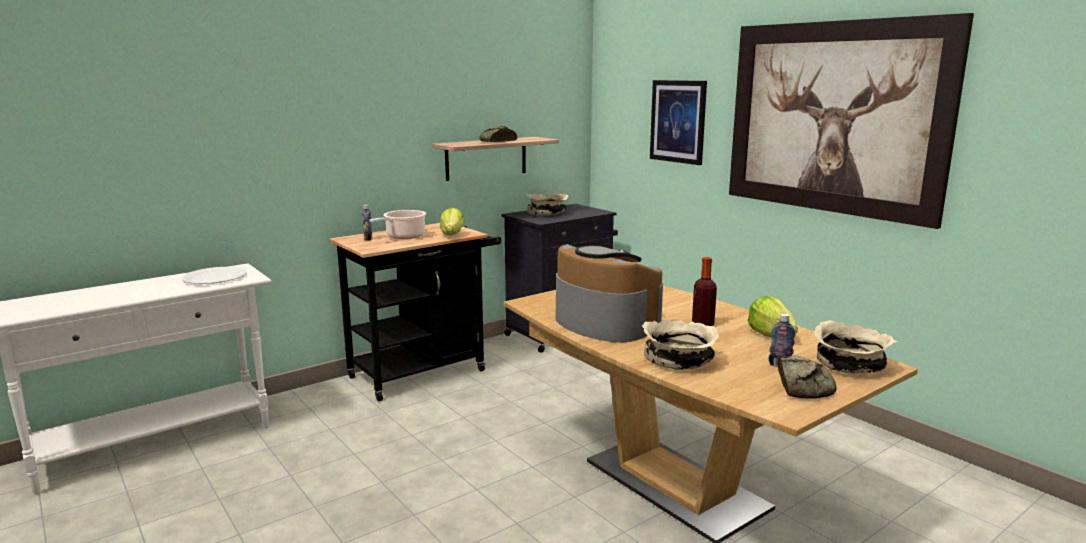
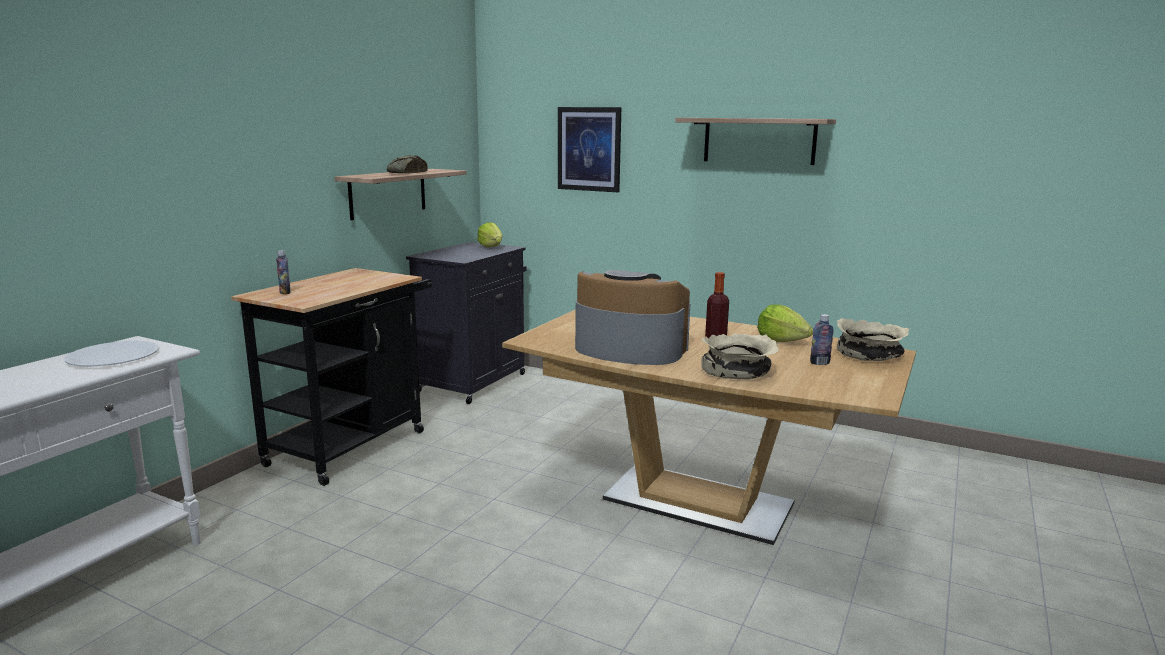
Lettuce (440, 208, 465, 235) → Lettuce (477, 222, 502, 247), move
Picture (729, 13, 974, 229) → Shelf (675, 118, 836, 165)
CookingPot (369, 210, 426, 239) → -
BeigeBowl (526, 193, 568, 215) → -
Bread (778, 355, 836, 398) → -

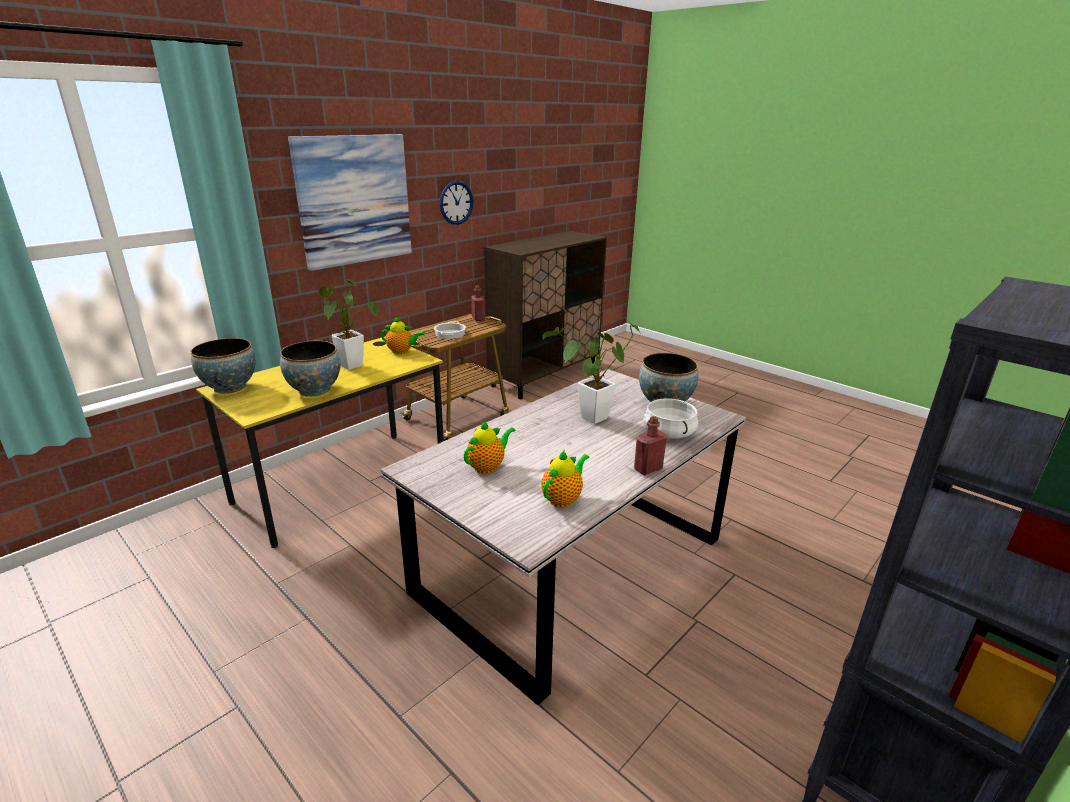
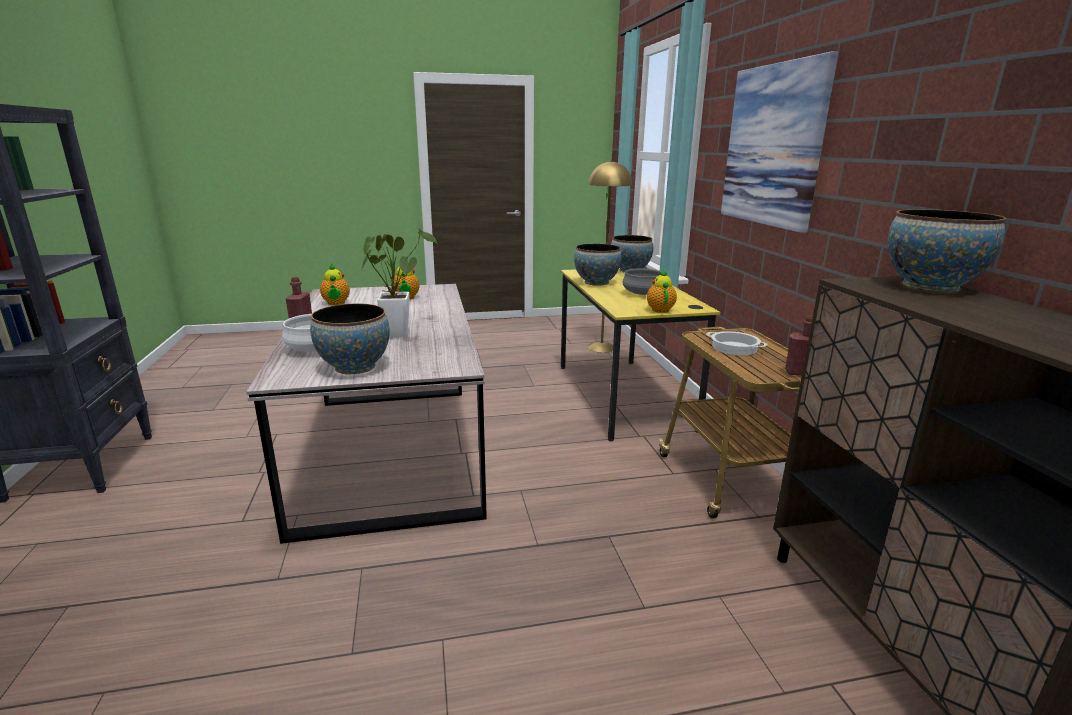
- → YellowFloorLamp (587, 160, 632, 353)
PottedPlant (313, 277, 379, 370) → GreyCookingPot (622, 268, 662, 295)
Teapot (381, 317, 425, 354) → Teapot (647, 269, 677, 313), 135 degrees clockwise
- → Bowl (888, 209, 1007, 292)
WallClock (440, 181, 473, 225) → -

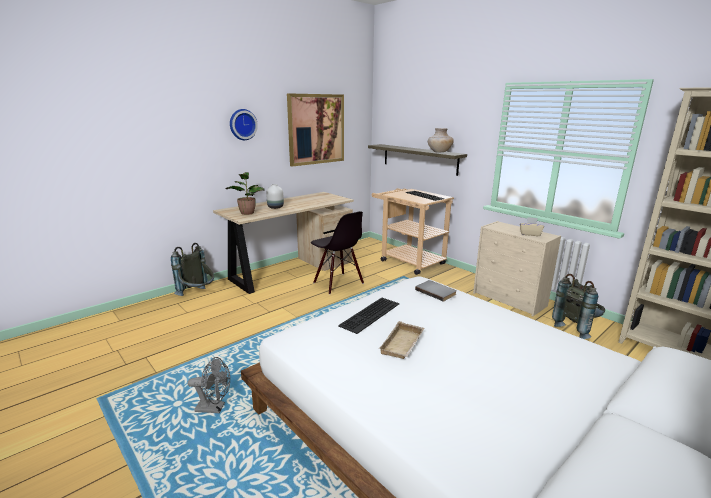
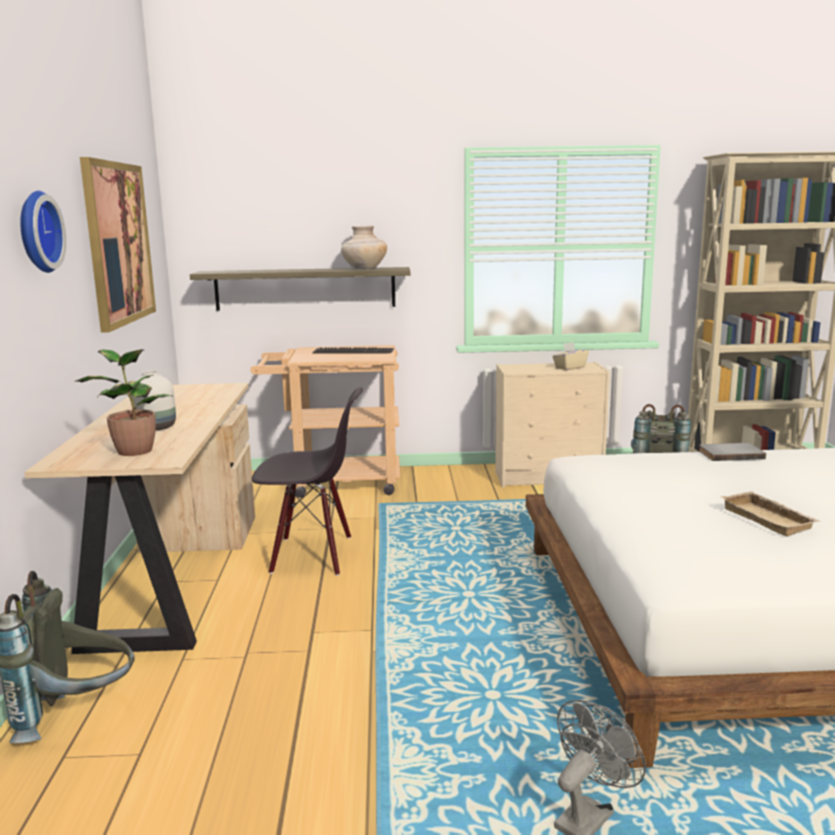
GreyBook (415, 280, 456, 302) → GreyBook (699, 443, 766, 461), move
Keyboard (338, 298, 399, 334) → -

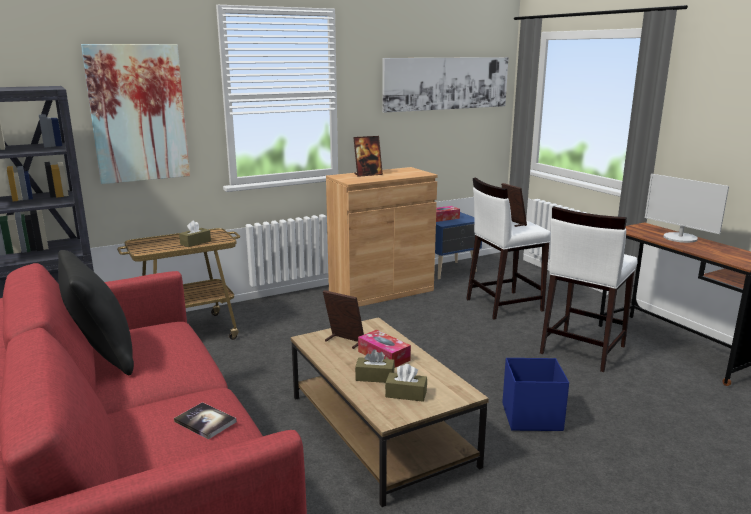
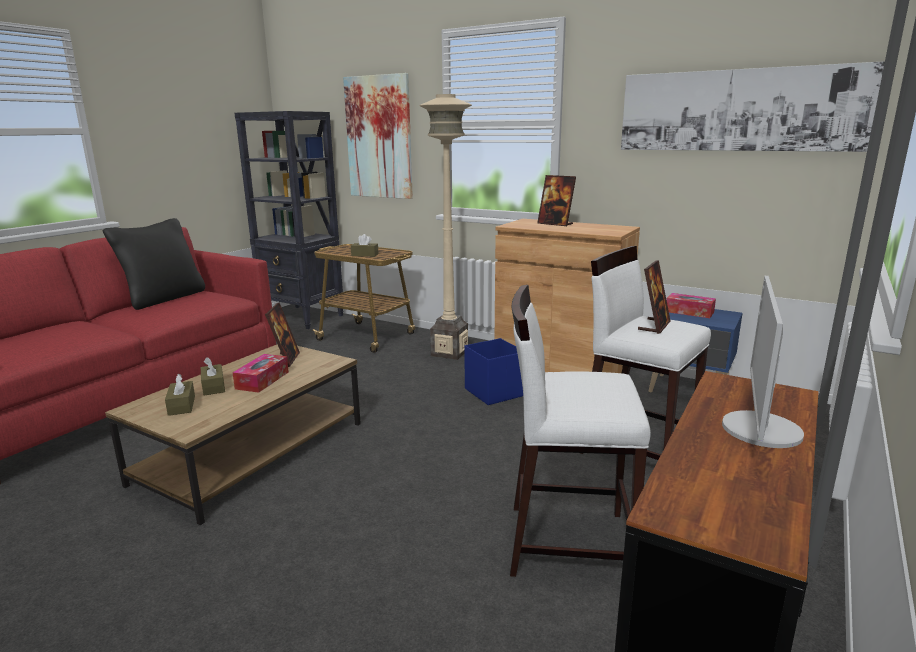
- → BeigeFloorLamp (419, 94, 472, 360)
BlueStorageBox (502, 358, 569, 431) → BlueStorageBox (464, 338, 523, 405), move
Book (174, 402, 237, 440) → -

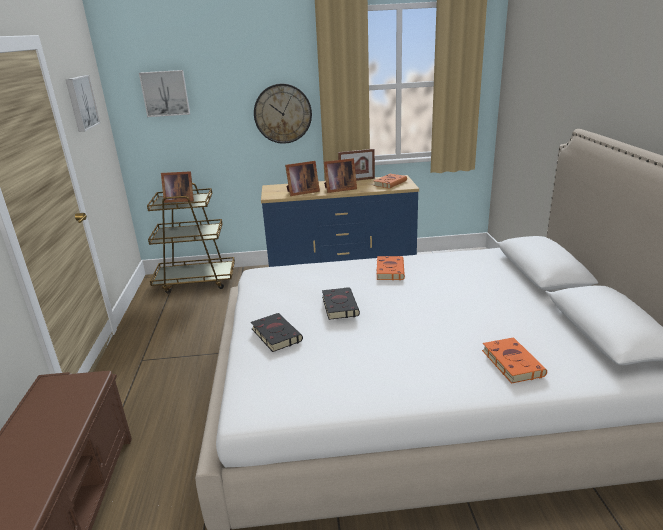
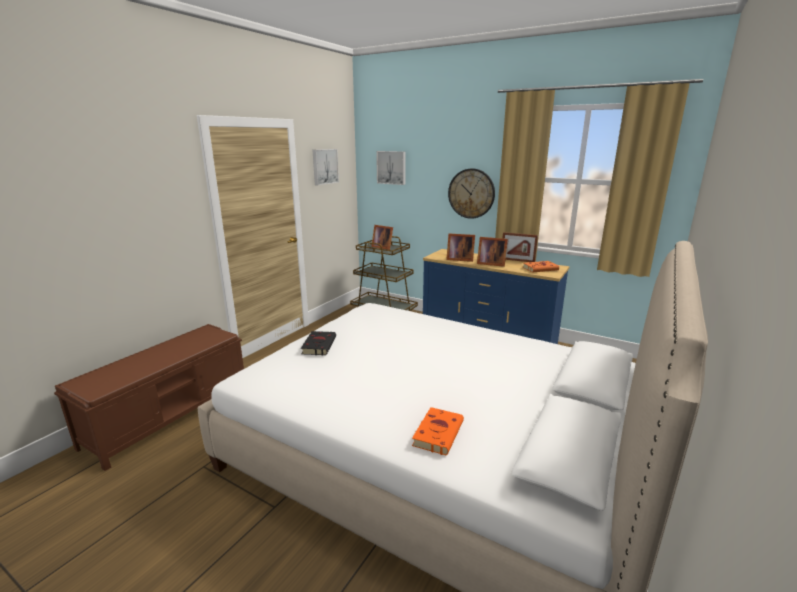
BlackBook (322, 287, 360, 320) → -
OrangeBook (376, 256, 405, 280) → -

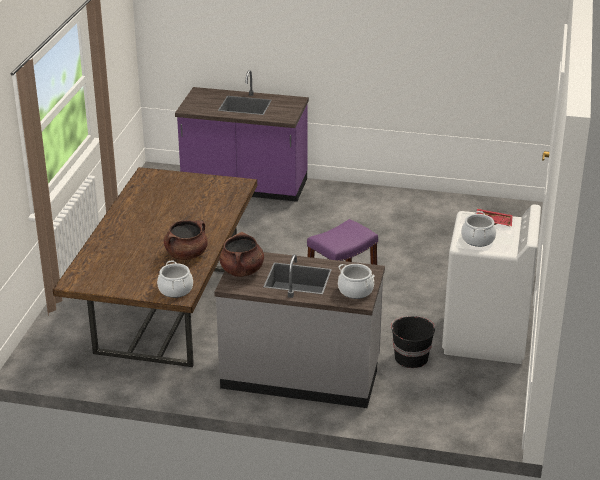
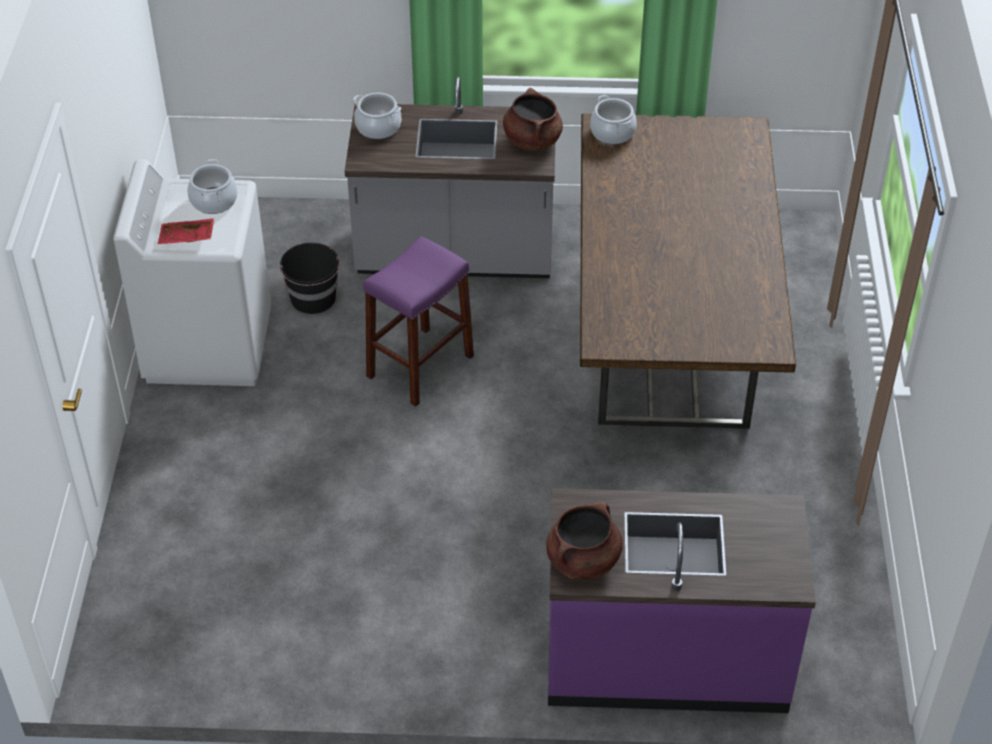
BrownCookingPot (164, 220, 208, 260) → BrownCookingPot (546, 502, 623, 580), move

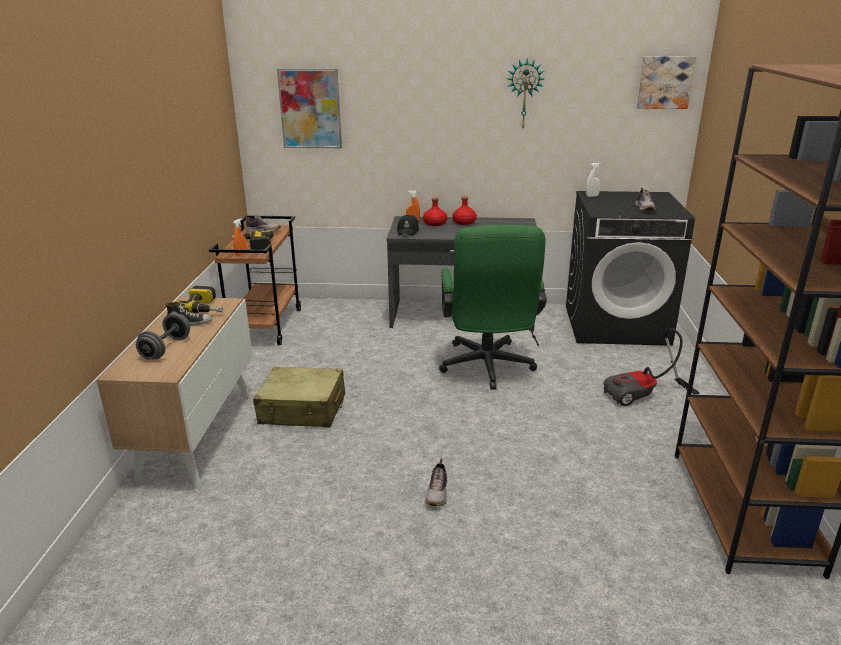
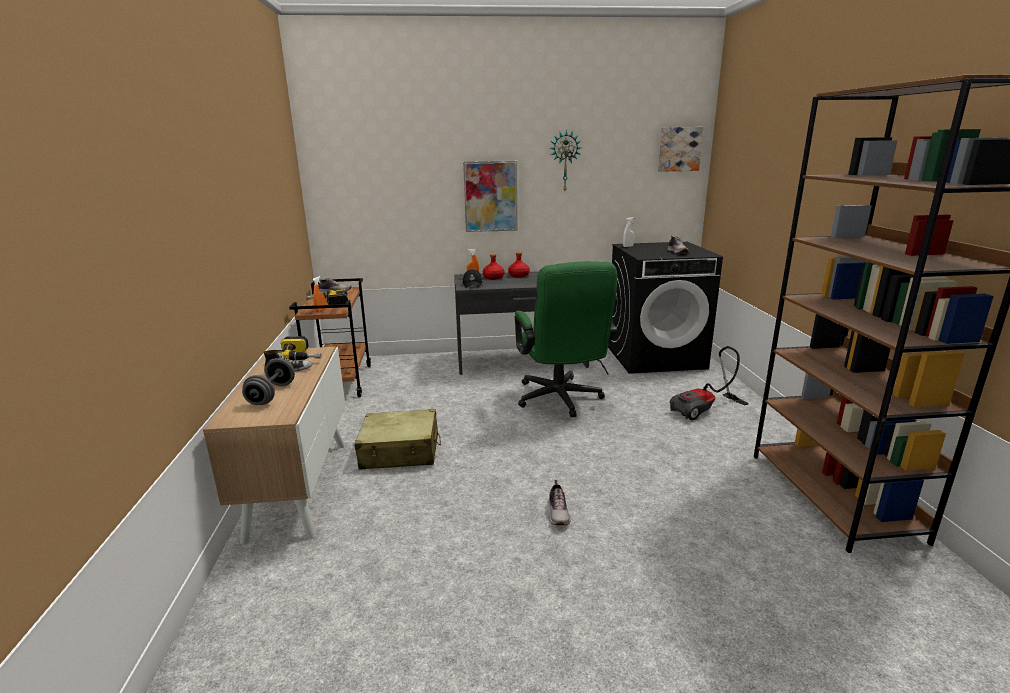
Picture (277, 68, 342, 148) → Picture (463, 161, 518, 232), move

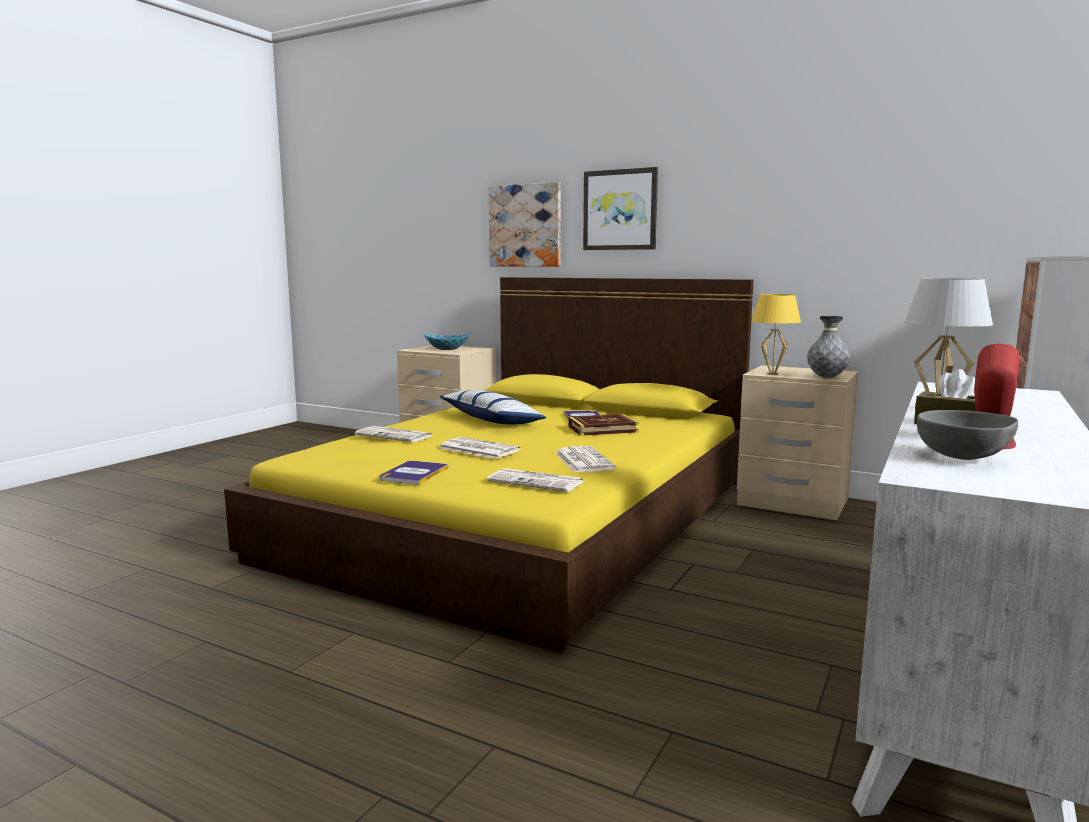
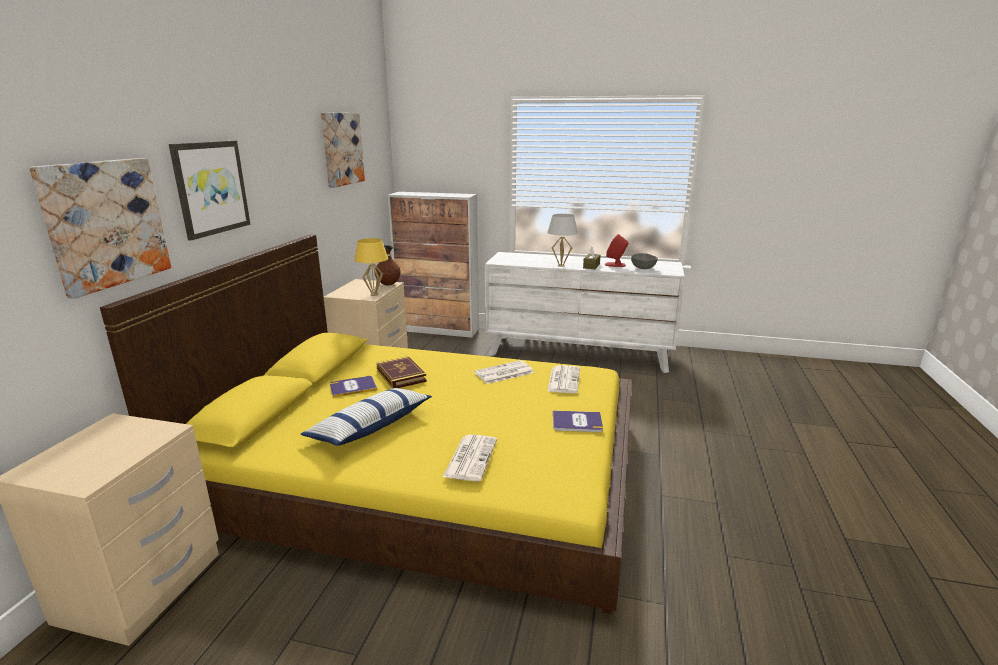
- → Picture (321, 112, 365, 188)
GreyVase (807, 316, 850, 378) → BrownVase (374, 245, 401, 286)
Bowl (424, 334, 470, 350) → -
Newspaper (439, 437, 520, 459) → -

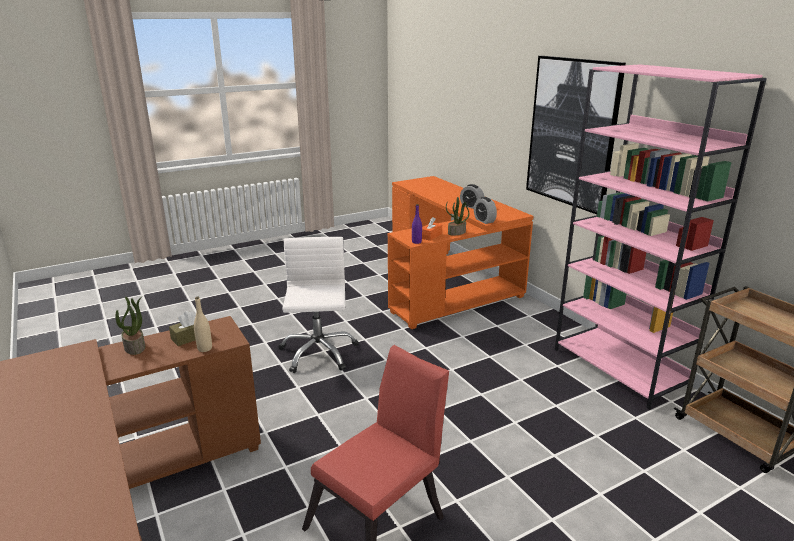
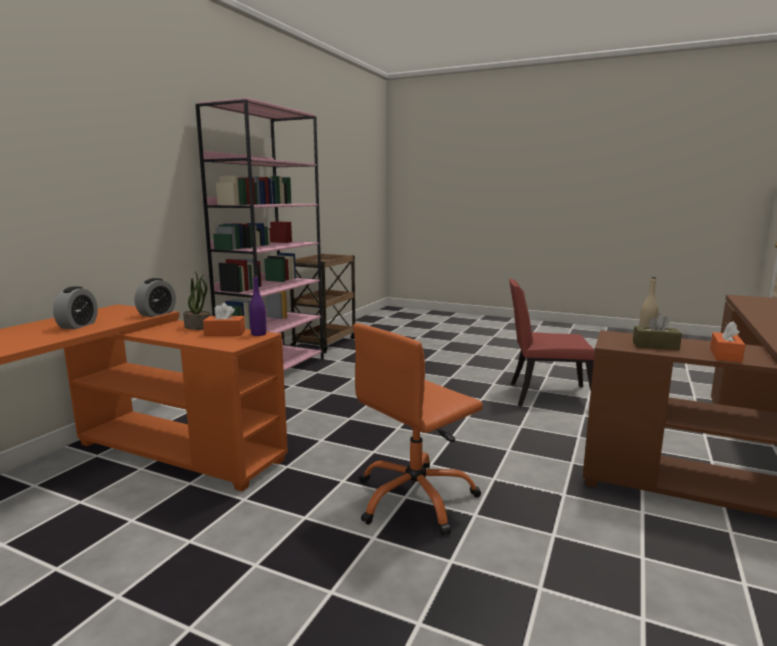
WhiteOfficeChair (278, 237, 359, 373) → OrangeOfficeChair (353, 323, 483, 536)
PottedPlant (116, 297, 145, 355) → OrangeTissueBox (710, 321, 745, 363)
Picture (526, 56, 626, 214) → -

